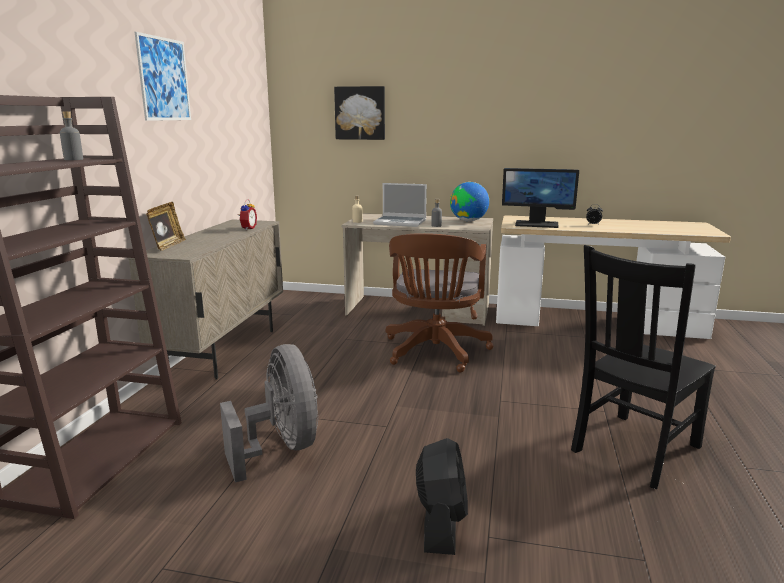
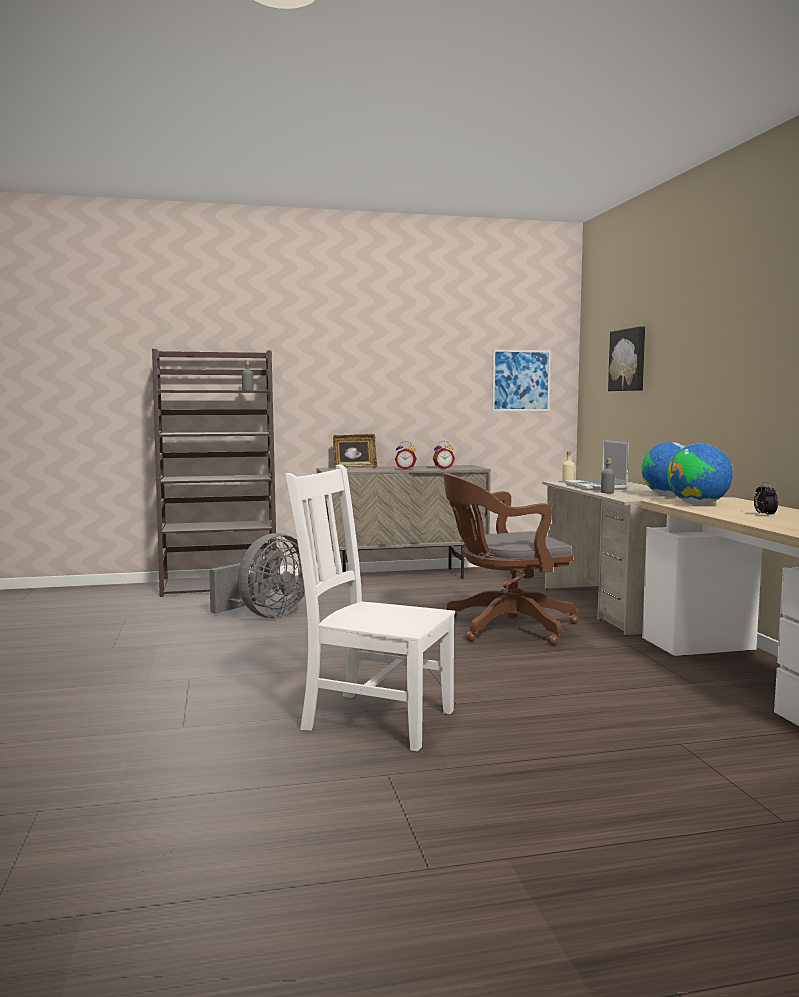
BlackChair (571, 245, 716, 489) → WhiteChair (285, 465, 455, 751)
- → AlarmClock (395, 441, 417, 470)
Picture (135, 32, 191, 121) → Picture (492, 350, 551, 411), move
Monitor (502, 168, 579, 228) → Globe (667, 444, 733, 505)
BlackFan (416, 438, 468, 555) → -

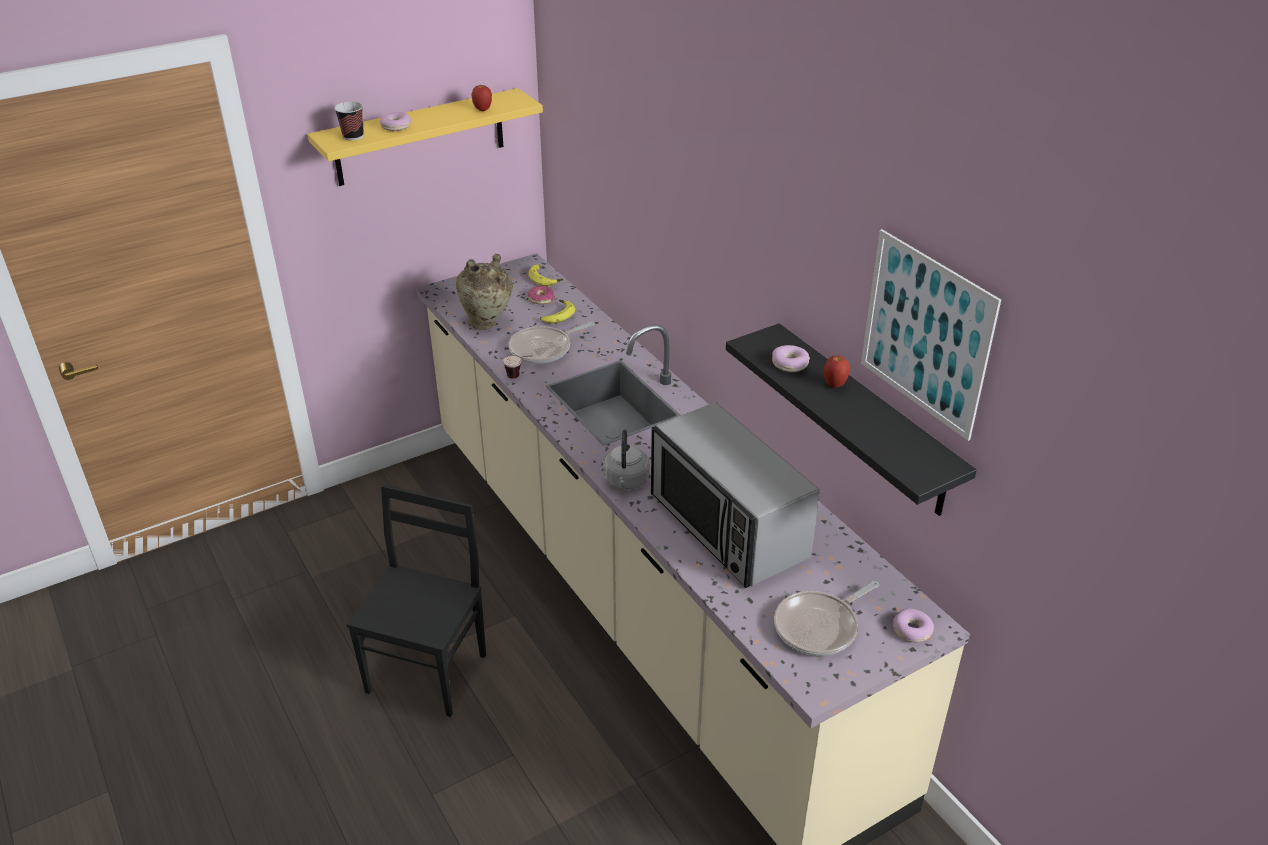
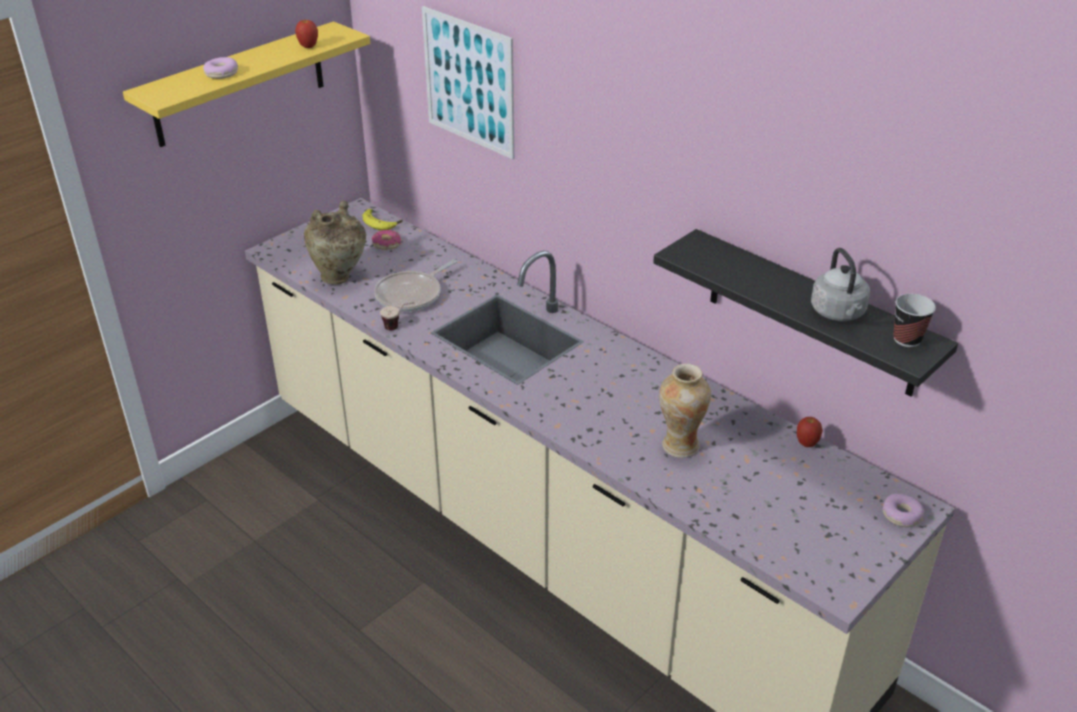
Picture (861, 229, 1001, 441) → Picture (422, 6, 514, 159), move
Microwave (651, 402, 819, 588) → Vase (659, 364, 711, 458)
Apple (823, 355, 850, 388) → Apple (797, 417, 823, 447), move
GreyKettle (603, 429, 650, 490) → GreyKettle (811, 248, 870, 321), move
Cup (334, 102, 364, 141) → Cup (893, 294, 936, 347), move
BlackChair (347, 485, 486, 717) → -
Banana (540, 299, 575, 324) → -
Donut (772, 345, 810, 372) → -
FryingPan (774, 581, 879, 656) → -

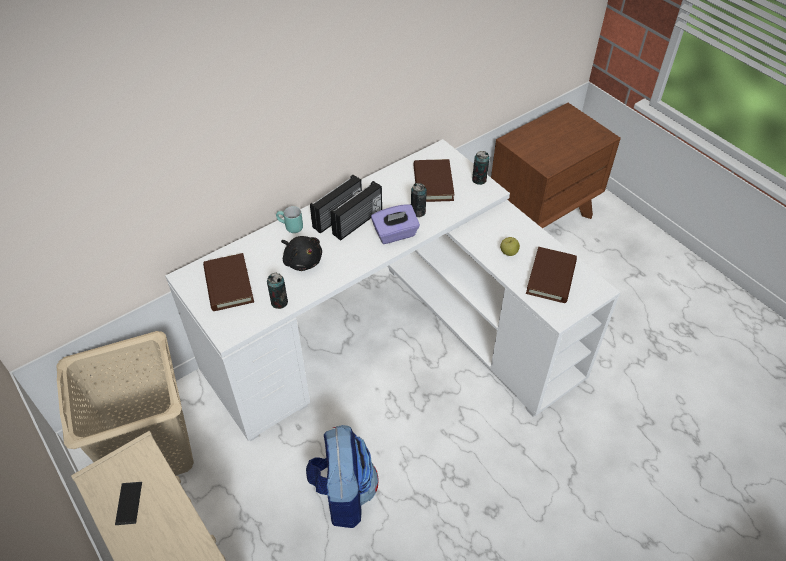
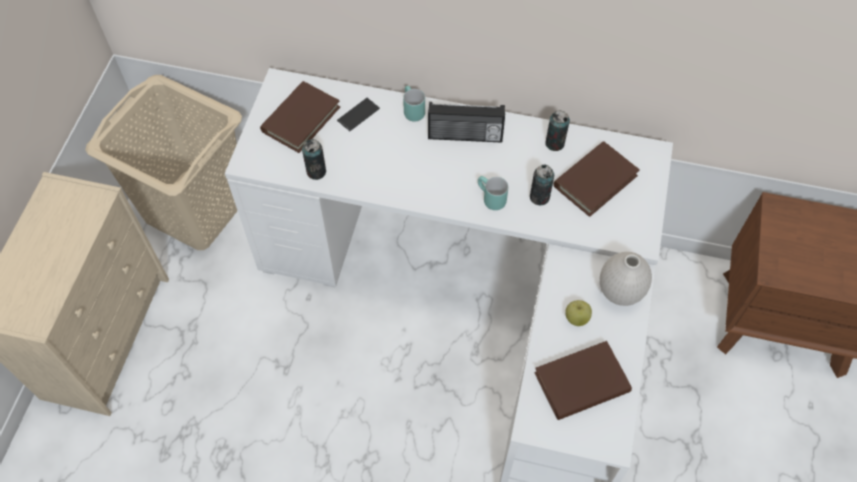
Phone (115, 482, 142, 525) → Phone (337, 98, 380, 131), move
PurpleTissueBox (371, 204, 420, 244) → TurquoiseMug (478, 176, 508, 210)
Can (472, 151, 489, 185) → Can (545, 110, 570, 151), move
- → WhiteVase (600, 252, 652, 306)
BlackPlushToy (281, 236, 322, 271) → -
Backpack (306, 425, 379, 528) → -
Radio (331, 181, 382, 241) → -

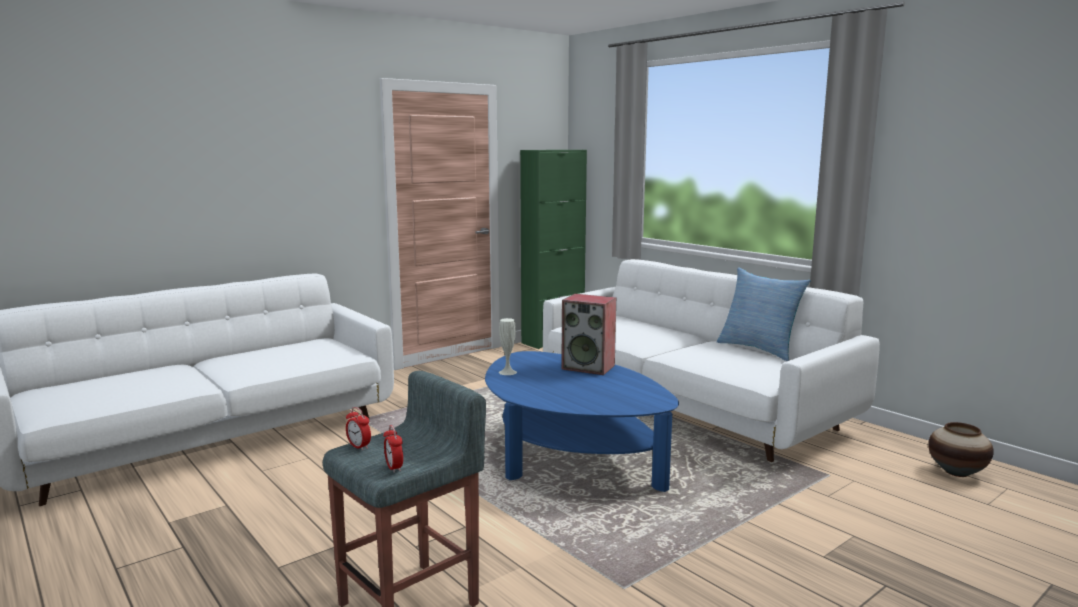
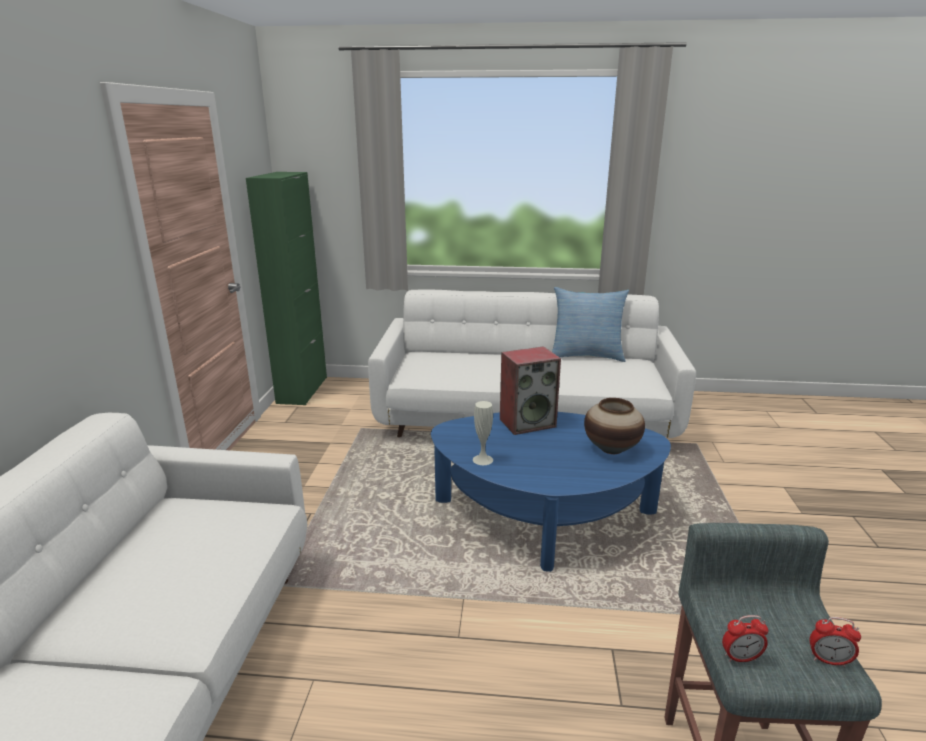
Vase (928, 422, 994, 477) → Vase (584, 398, 645, 454), move

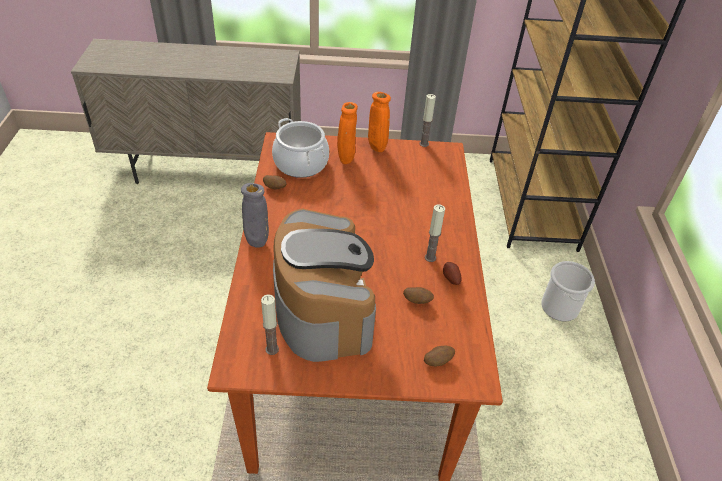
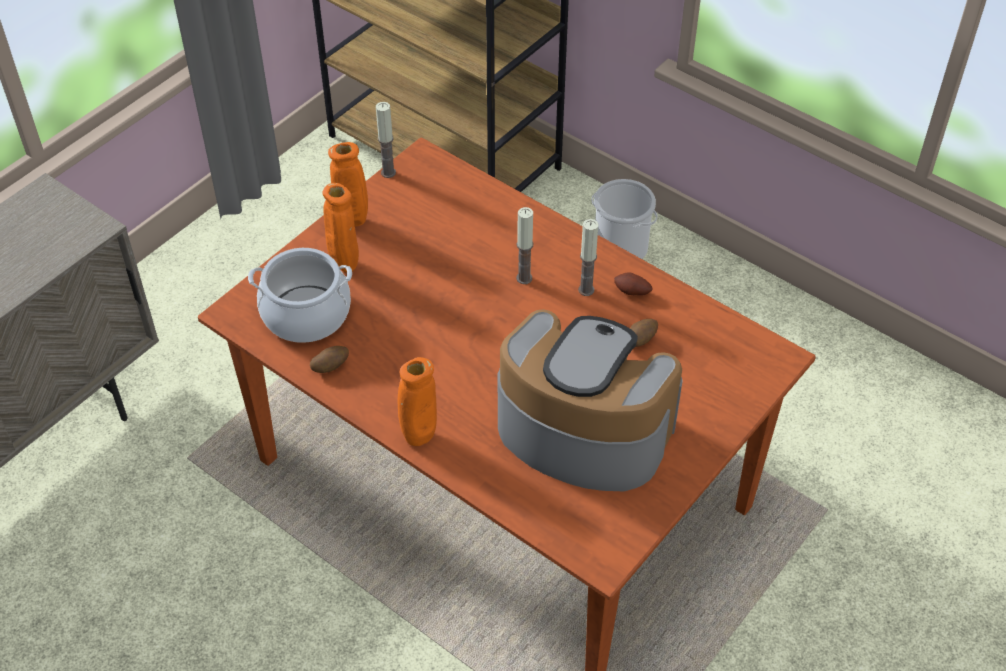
GreyVase (241, 183, 269, 248) → OrangeVase (398, 357, 437, 446)
Candle (261, 294, 279, 355) → Candle (516, 207, 533, 284), move
Potato (424, 345, 455, 366) → -

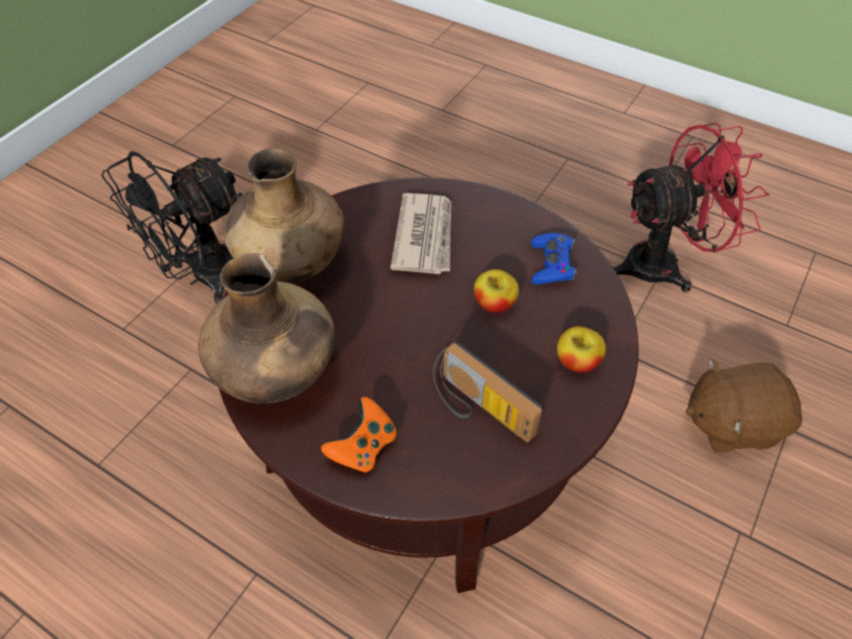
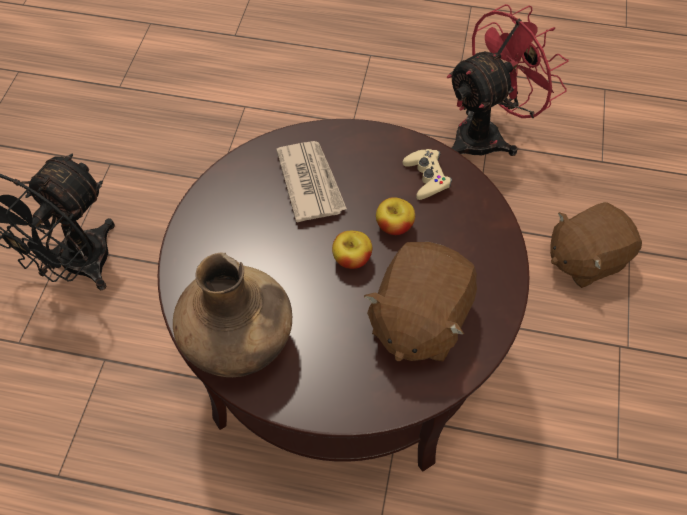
Apple (557, 326, 606, 373) → Apple (332, 231, 372, 269), move
Radio (433, 342, 543, 442) → BrownPlushToy (364, 242, 477, 361)
BlueGameController (531, 233, 577, 285) → BeigeGameController (403, 149, 452, 200)
BrownVase (223, 148, 345, 283) → -
OrangeGameController (321, 397, 397, 472) → -

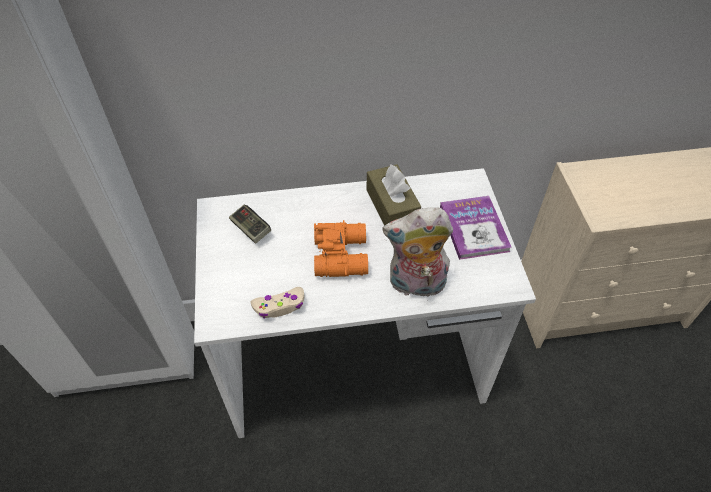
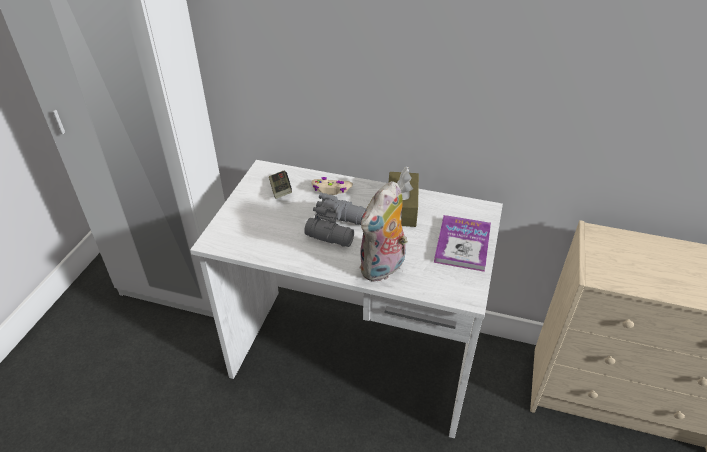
OrangeBinoculars (314, 220, 368, 277) → GreyBinoculars (304, 193, 366, 247)
BeigeGameController (250, 287, 304, 319) → BeigeGameController (312, 177, 353, 195), move
PlushToy (382, 207, 453, 301) → PlushToy (360, 181, 408, 282), 75 degrees counterclockwise

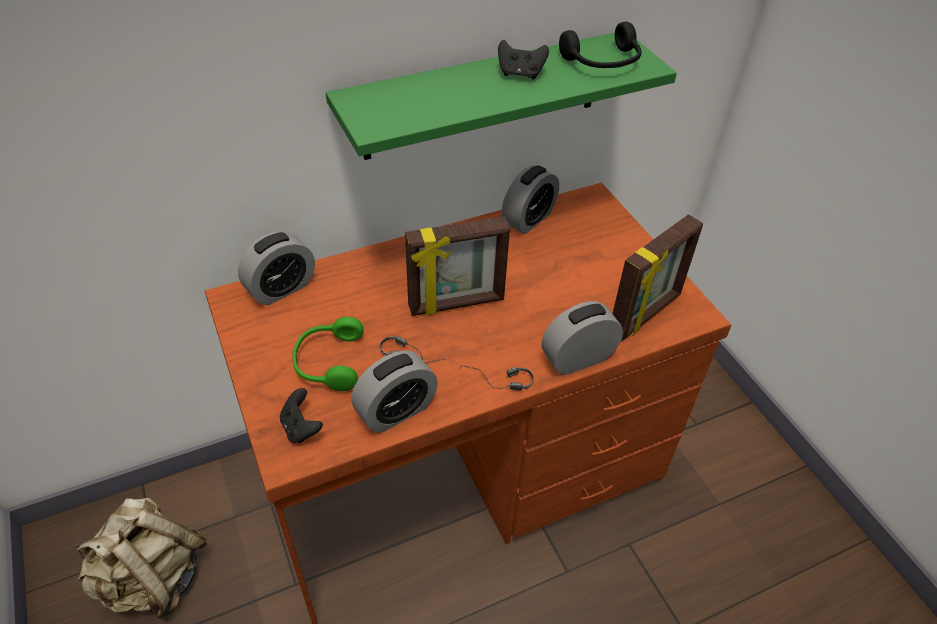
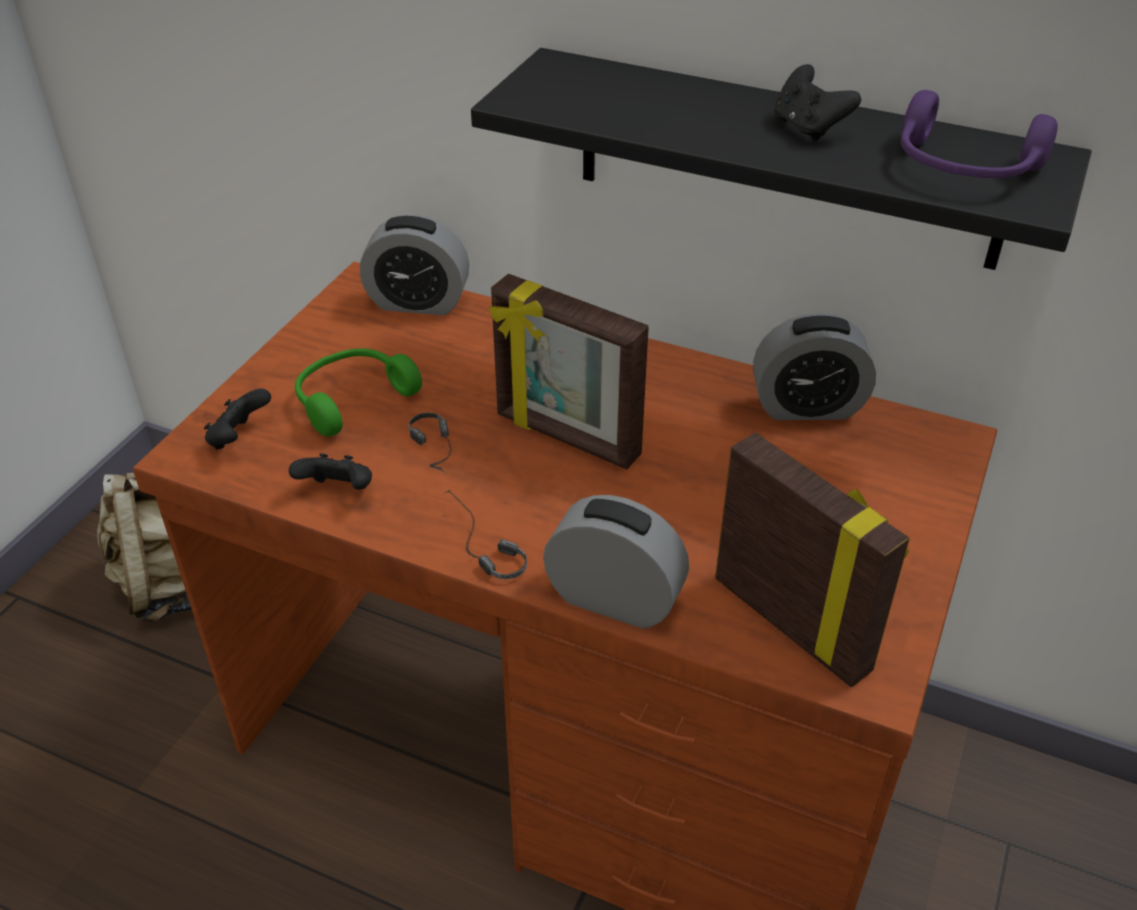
AlarmClock (351, 351, 438, 433) → BlackGameController (289, 453, 372, 490)
GreenShelf (326, 33, 677, 160) → BlackShelf (471, 48, 1092, 270)
PictureFrame (613, 215, 703, 341) → PictureFrame (715, 433, 910, 687), 135 degrees counterclockwise
BlackHeadphones (559, 22, 642, 68) → PurpleHeadphones (901, 90, 1058, 178)

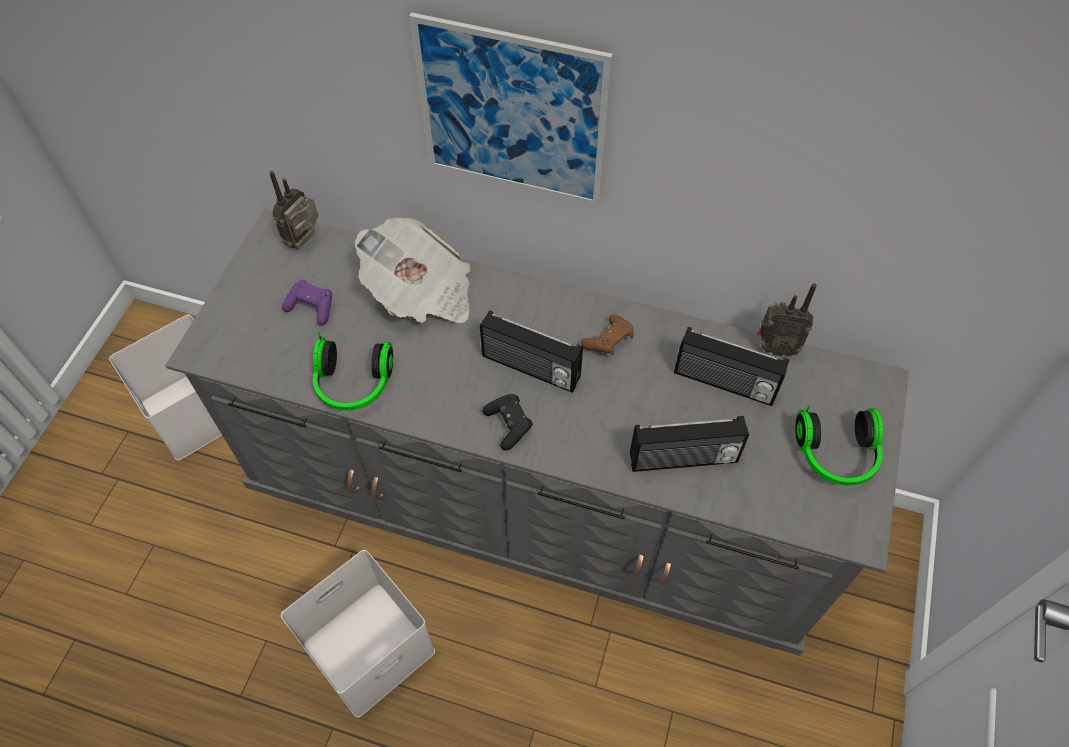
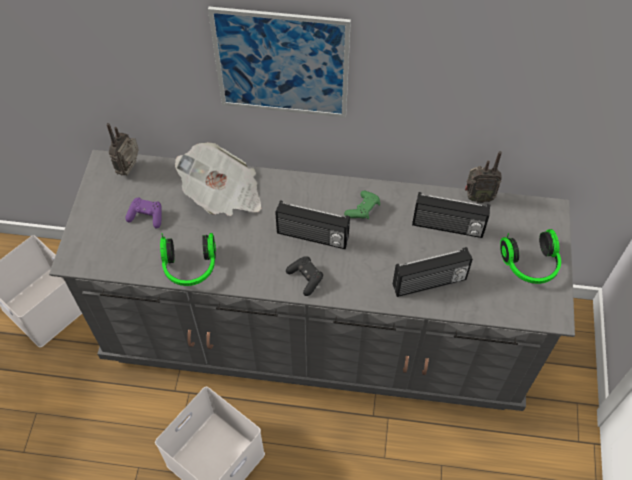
BrownGameController (581, 315, 634, 355) → GreenGameController (344, 191, 380, 219)

